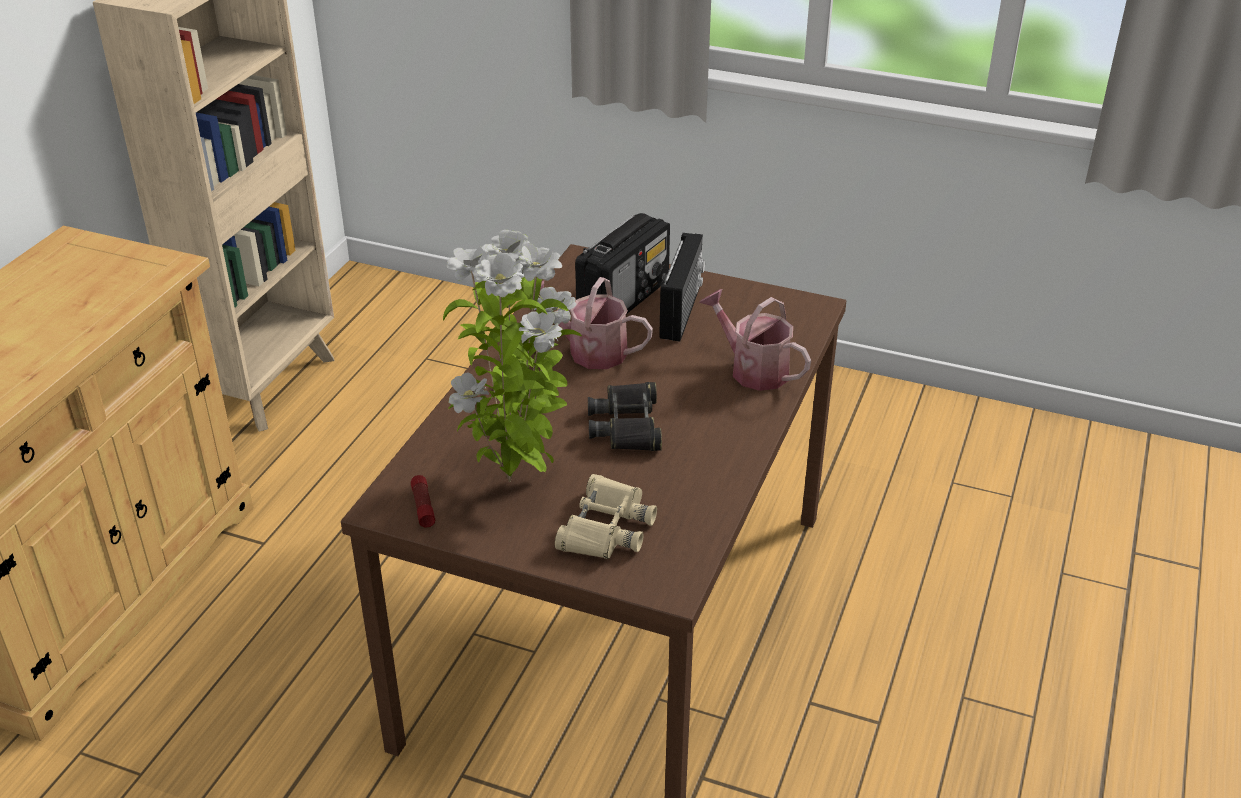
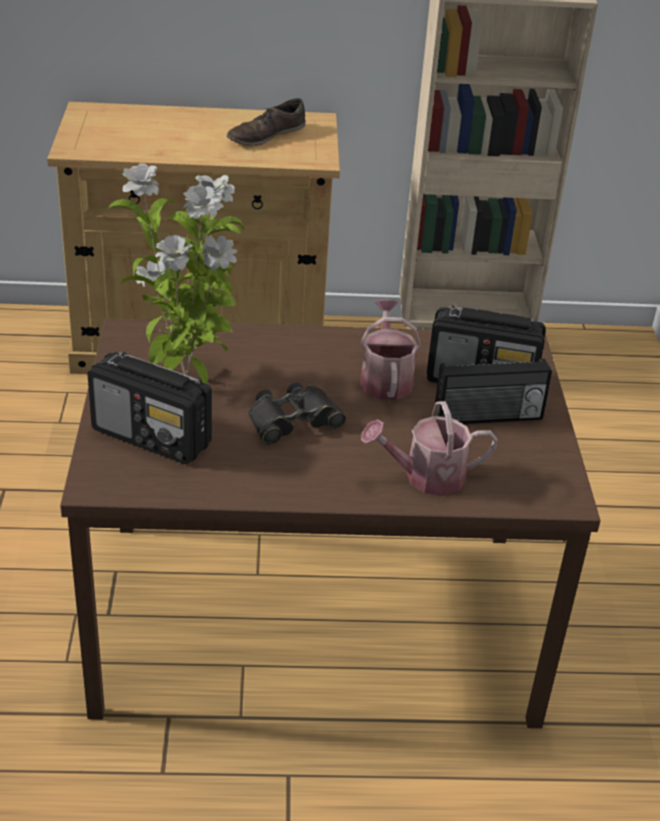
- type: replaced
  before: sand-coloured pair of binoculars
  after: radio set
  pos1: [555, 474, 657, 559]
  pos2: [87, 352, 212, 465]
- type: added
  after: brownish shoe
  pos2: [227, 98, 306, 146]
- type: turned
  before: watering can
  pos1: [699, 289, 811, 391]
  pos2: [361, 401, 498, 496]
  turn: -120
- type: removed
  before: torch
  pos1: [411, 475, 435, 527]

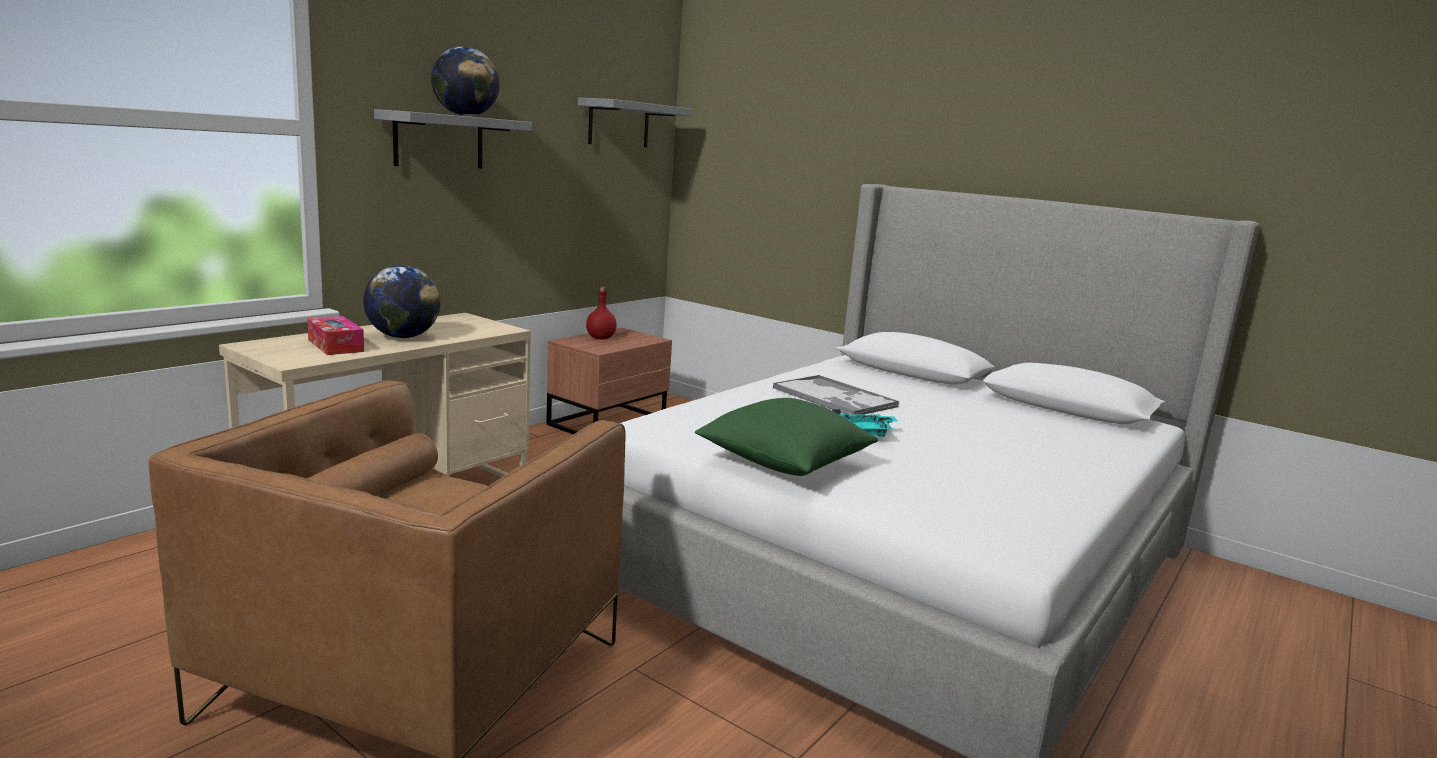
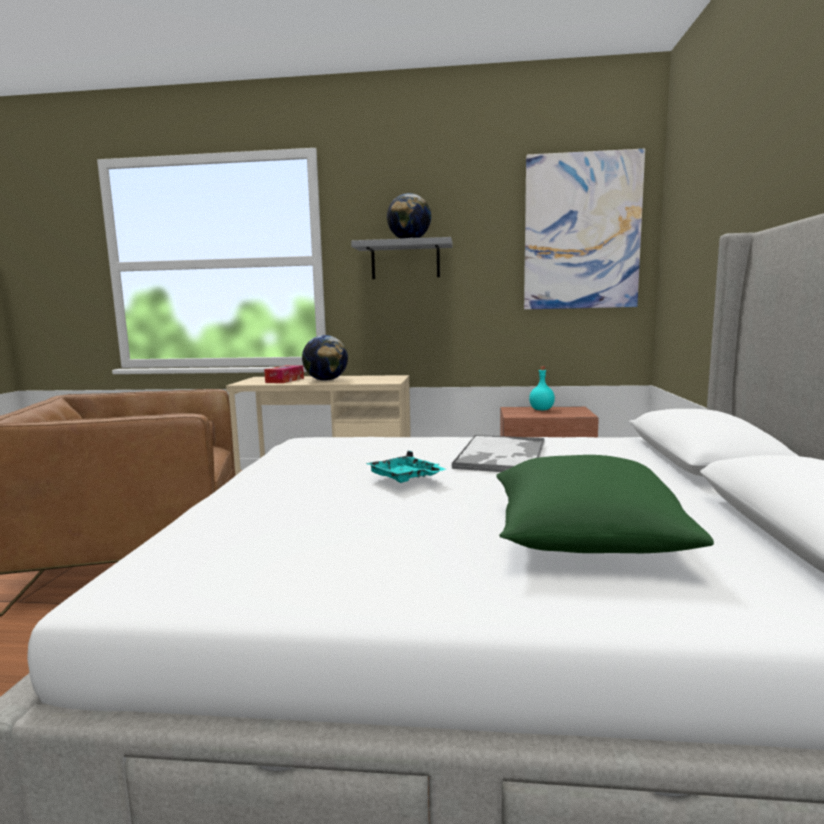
- type: moved
  before: green-coloured pillow
  pos1: [695, 398, 878, 476]
  pos2: [496, 455, 714, 553]
- type: replaced
  before: greyish shelf
  after: picture
  pos1: [578, 97, 692, 148]
  pos2: [524, 149, 645, 310]
- type: recoloured
  before: red-coloured beverage bottle
  after: turquoise beverage bottle
  pos1: [586, 287, 617, 339]
  pos2: [529, 367, 555, 410]

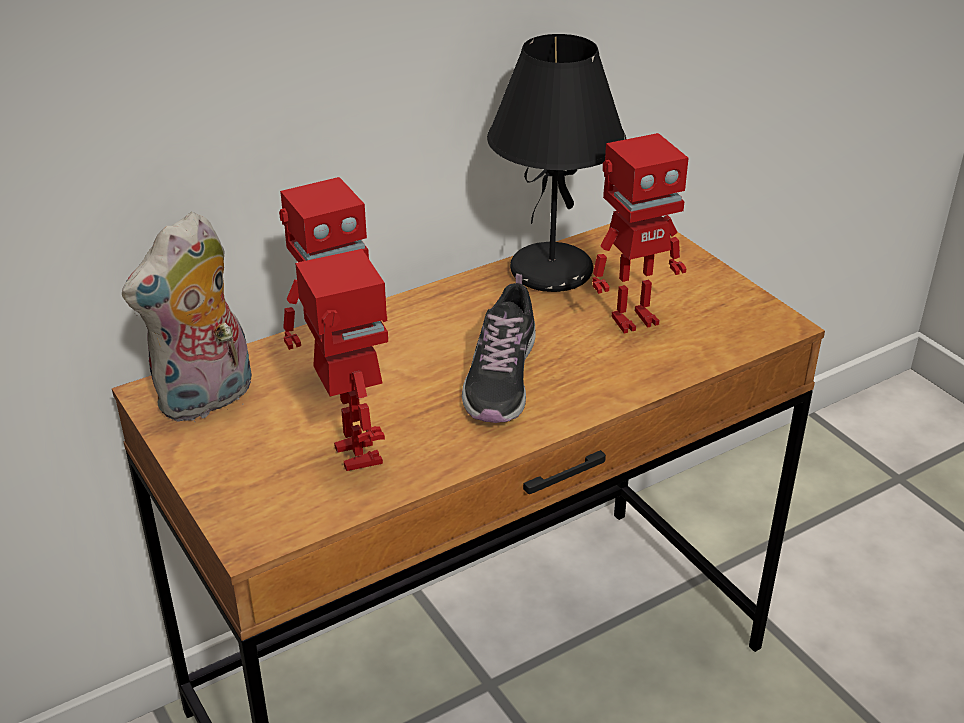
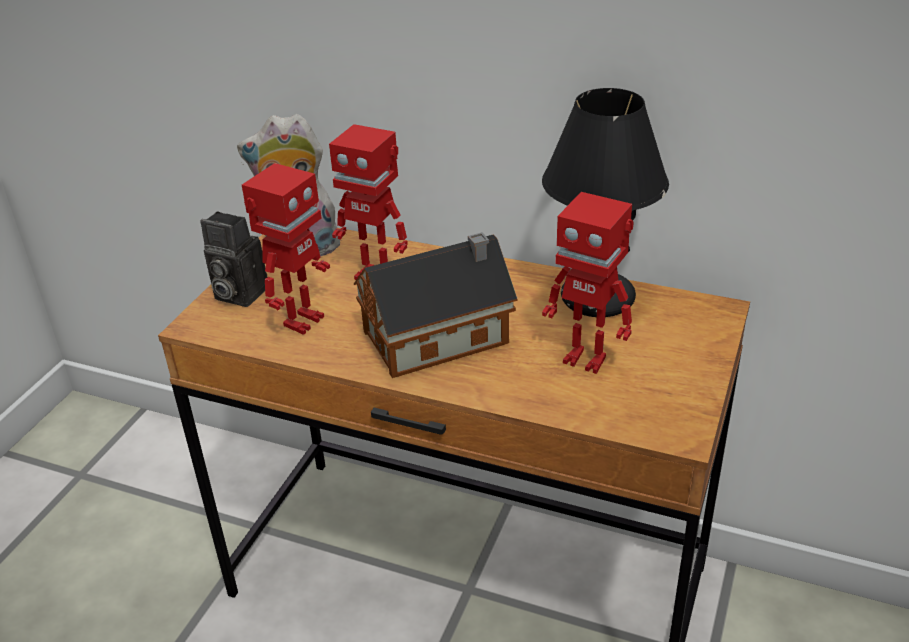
- type: added
  after: photo camera
  pos2: [200, 211, 267, 307]
- type: replaced
  before: shoe
  after: model house
  pos1: [462, 274, 536, 423]
  pos2: [354, 232, 518, 378]

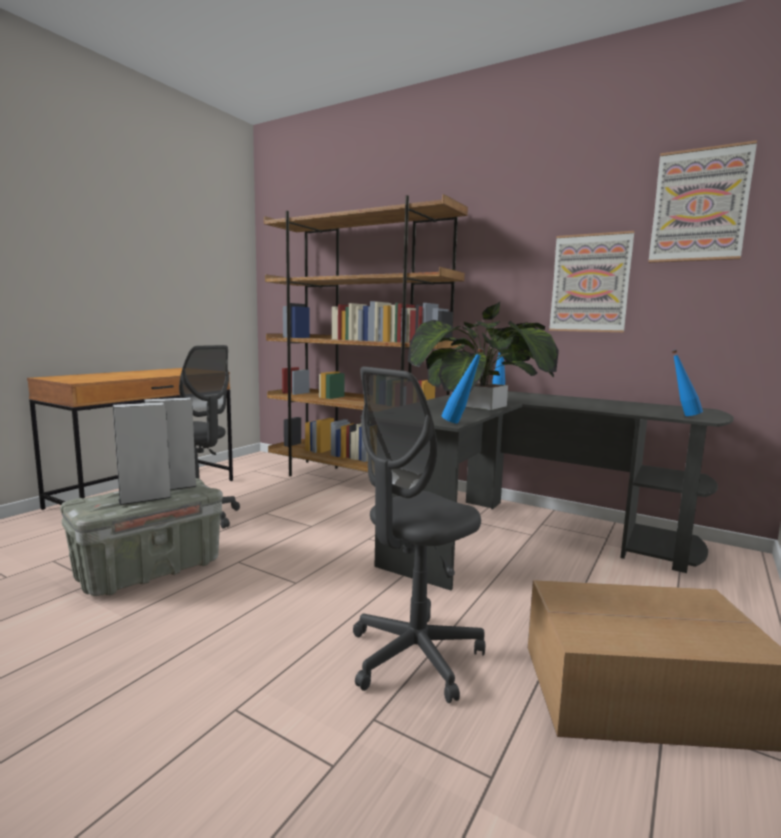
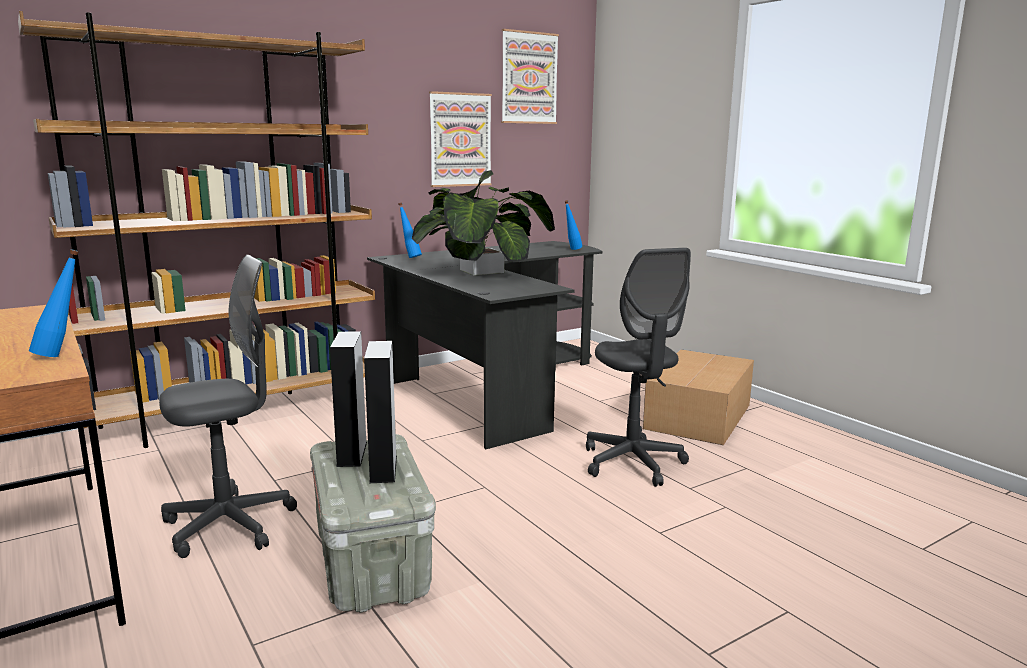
- type: moved
  before: bluish beverage bottle
  pos1: [442, 348, 484, 423]
  pos2: [29, 249, 79, 357]

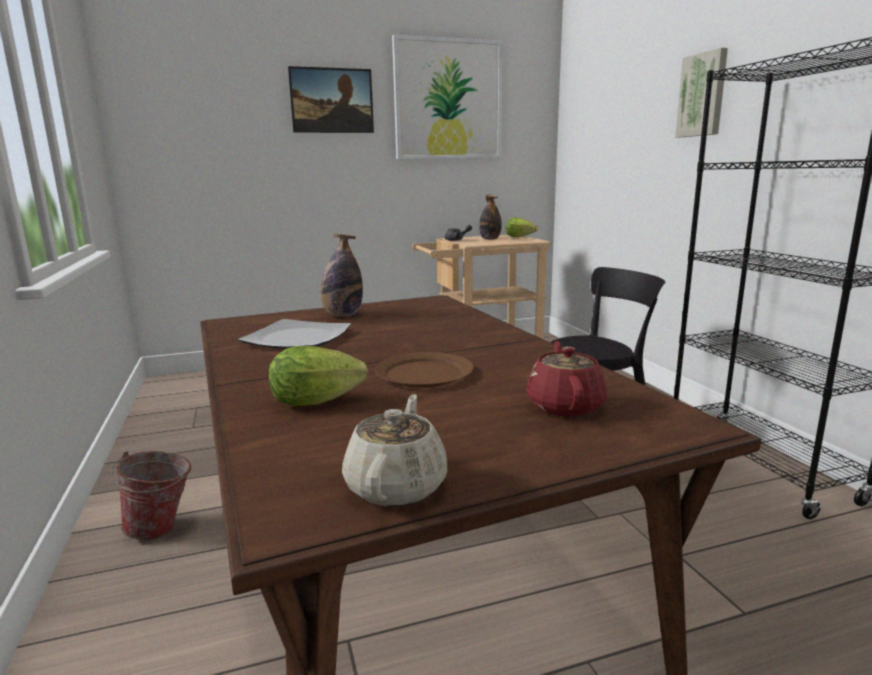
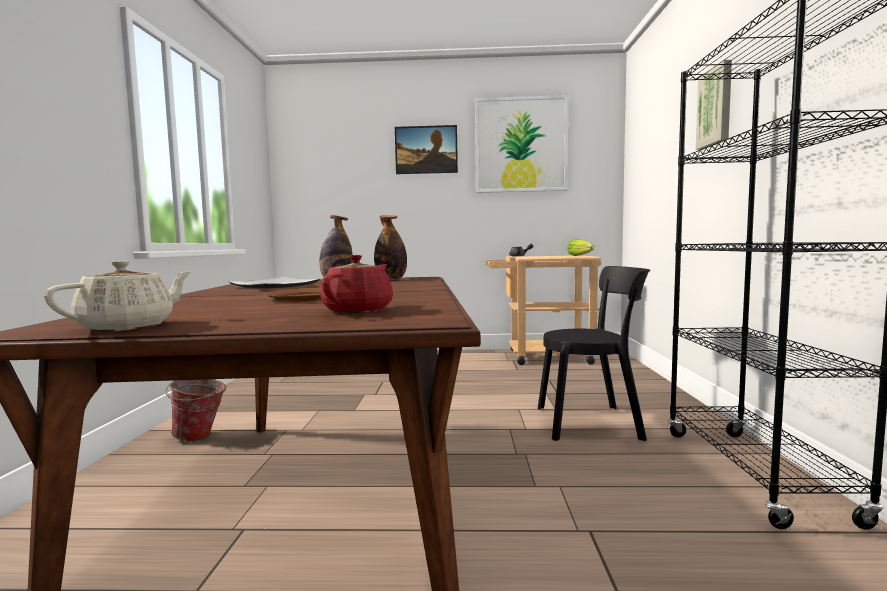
- type: moved
  before: beverage bottle
  pos1: [479, 195, 502, 240]
  pos2: [374, 215, 407, 280]
- type: removed
  before: head of lettuce
  pos1: [269, 346, 368, 406]

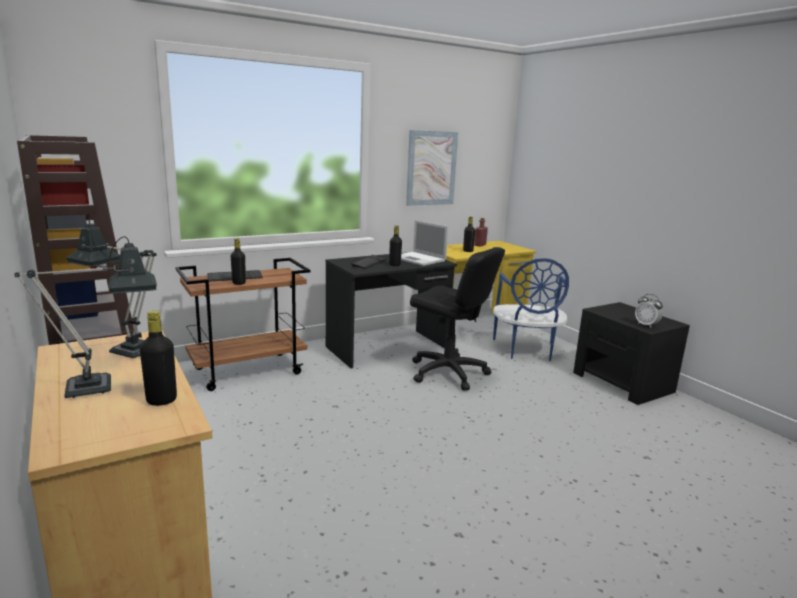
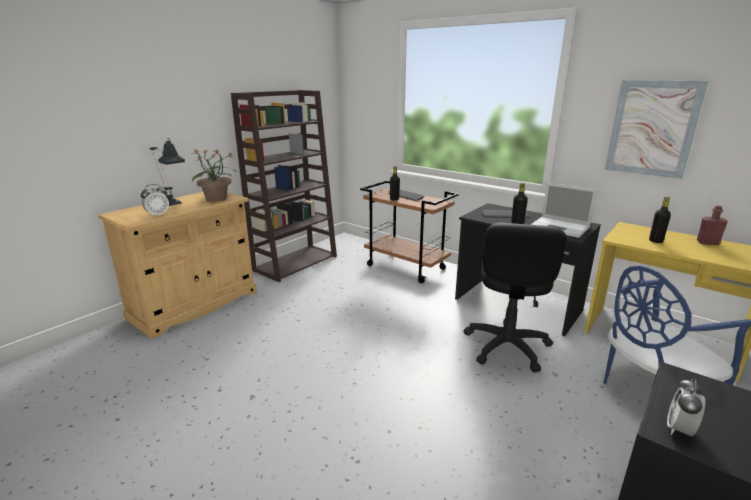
- type: replaced
  before: blackish beverage bottle
  after: alarm clock
  pos1: [140, 311, 177, 406]
  pos2: [141, 184, 169, 217]
- type: replaced
  before: tabletop lamp
  after: potted plant
  pos1: [66, 219, 157, 358]
  pos2: [192, 149, 236, 202]
- type: turned
  before: notebook computer
  pos1: [401, 220, 448, 266]
  pos2: [530, 182, 597, 238]
  turn: -75

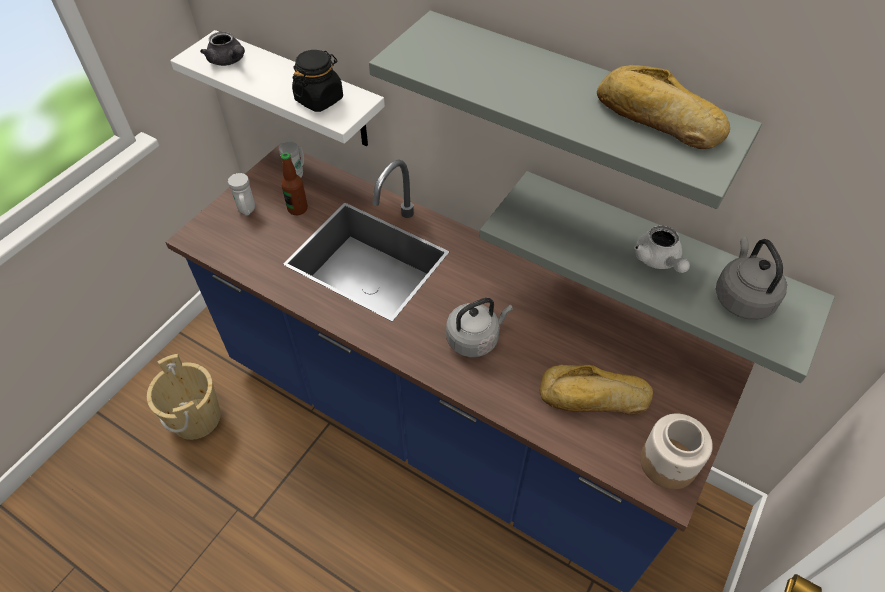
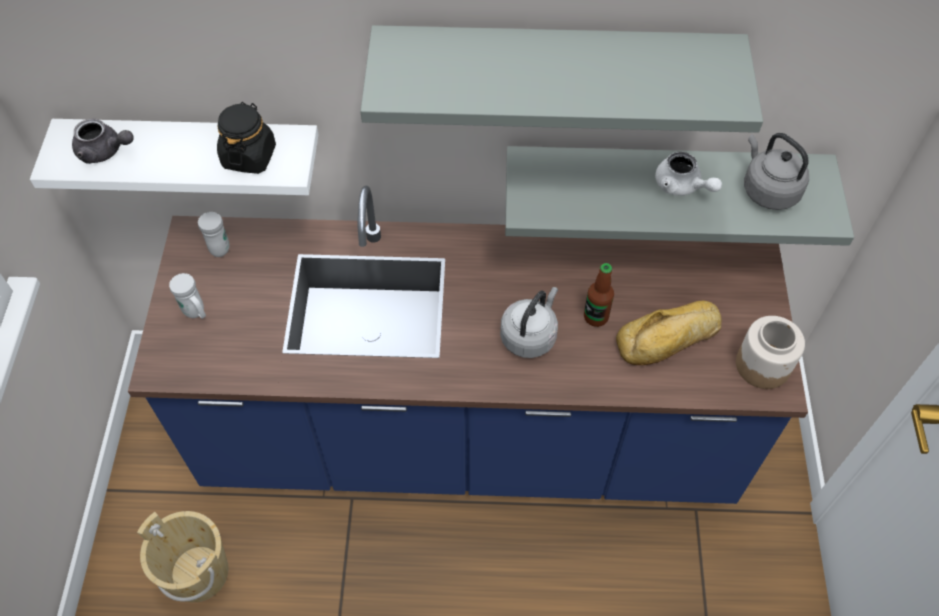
- type: moved
  before: beverage bottle
  pos1: [281, 152, 308, 215]
  pos2: [584, 263, 614, 327]
- type: removed
  before: bread
  pos1: [597, 65, 730, 149]

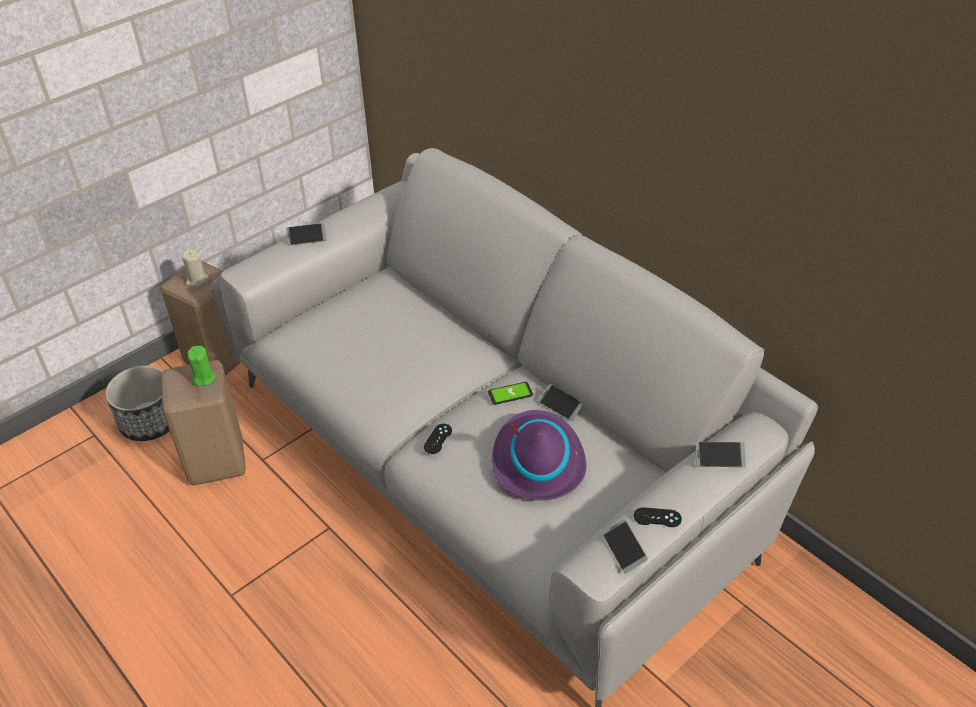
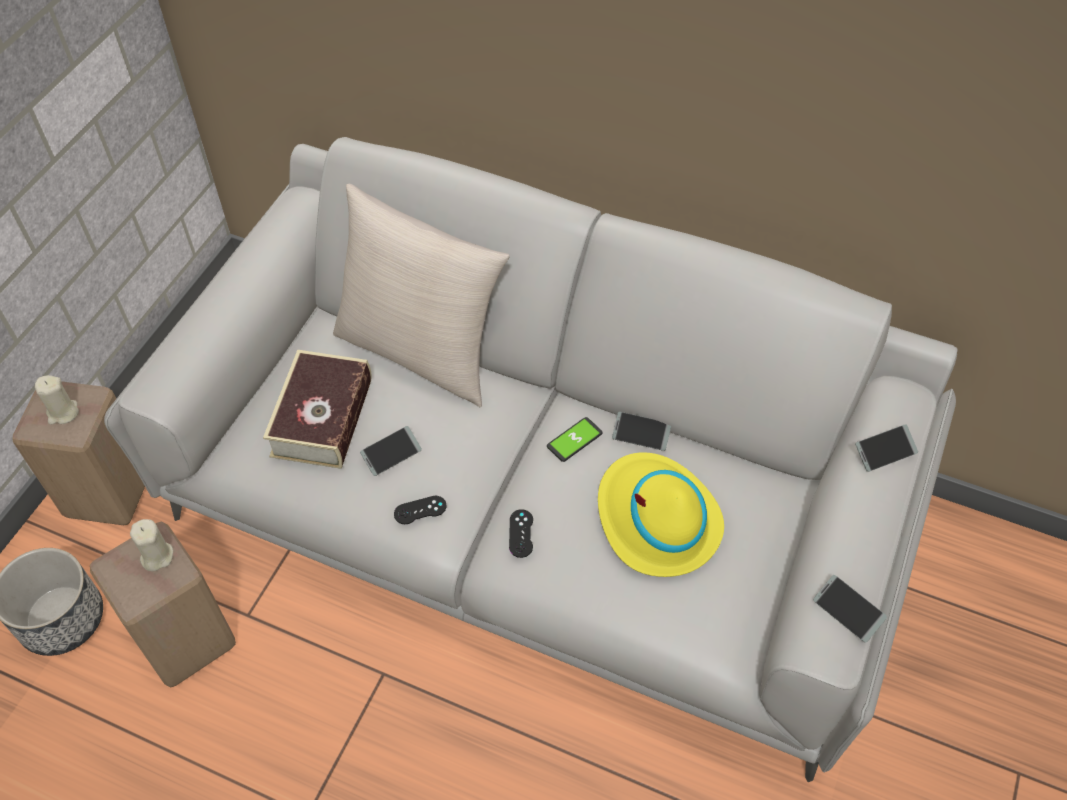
- type: recoloured
  before: green-coloured candle
  after: sand-coloured candle
  pos1: [187, 346, 216, 386]
  pos2: [130, 519, 173, 571]
- type: added
  after: bound book
  pos2: [263, 350, 371, 469]
- type: added
  after: sand-coloured pillow
  pos2: [333, 184, 510, 407]
- type: moved
  before: telephone
  pos1: [286, 223, 327, 245]
  pos2: [360, 426, 422, 476]
- type: moved
  before: blackish joypad
  pos1: [634, 507, 682, 527]
  pos2: [394, 496, 447, 524]
- type: recoloured
  before: purple-coloured clothing hat
  after: yellow clothing hat
  pos1: [492, 410, 586, 501]
  pos2: [598, 452, 724, 577]

